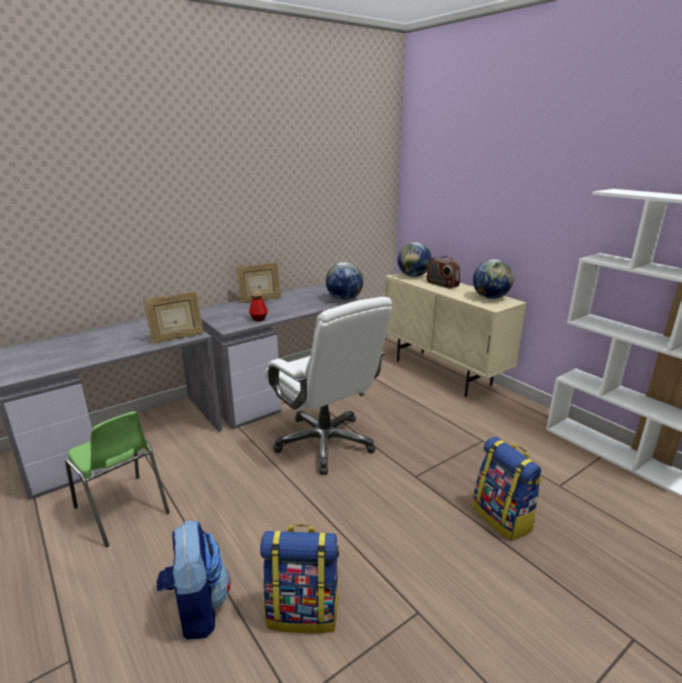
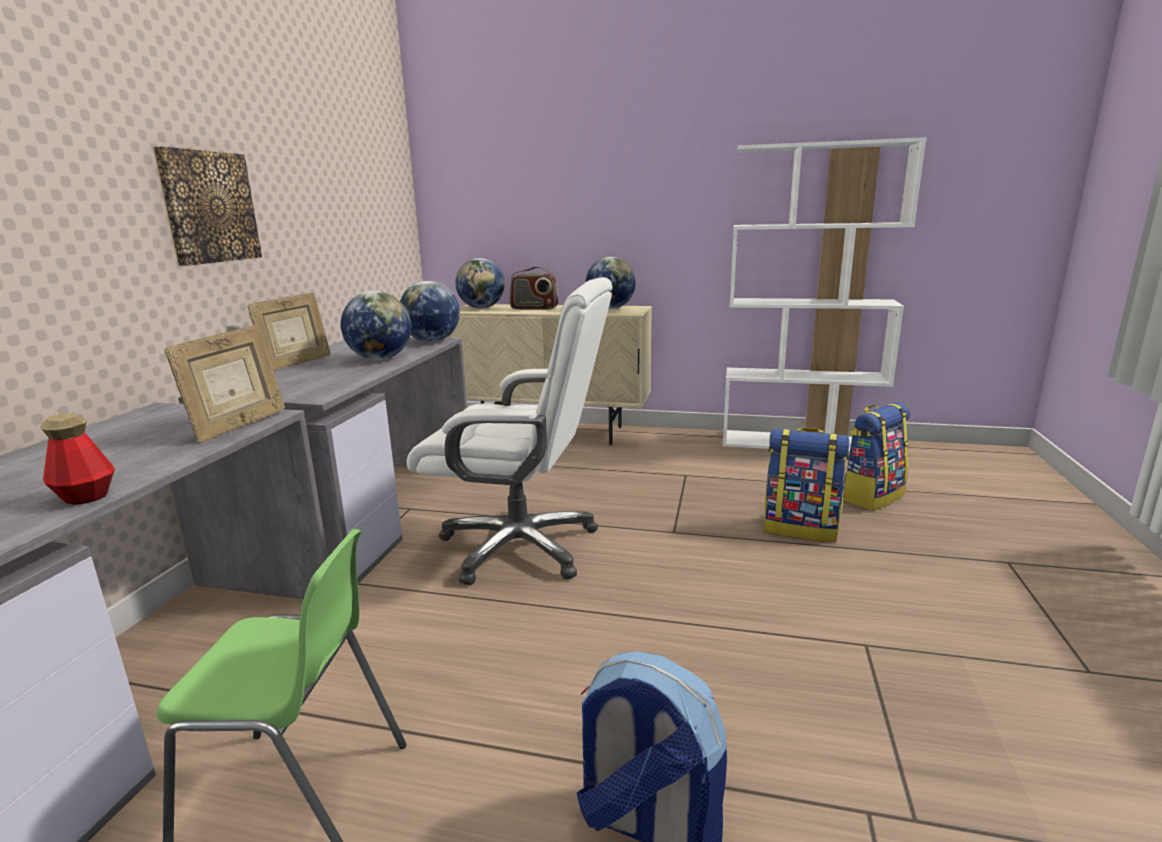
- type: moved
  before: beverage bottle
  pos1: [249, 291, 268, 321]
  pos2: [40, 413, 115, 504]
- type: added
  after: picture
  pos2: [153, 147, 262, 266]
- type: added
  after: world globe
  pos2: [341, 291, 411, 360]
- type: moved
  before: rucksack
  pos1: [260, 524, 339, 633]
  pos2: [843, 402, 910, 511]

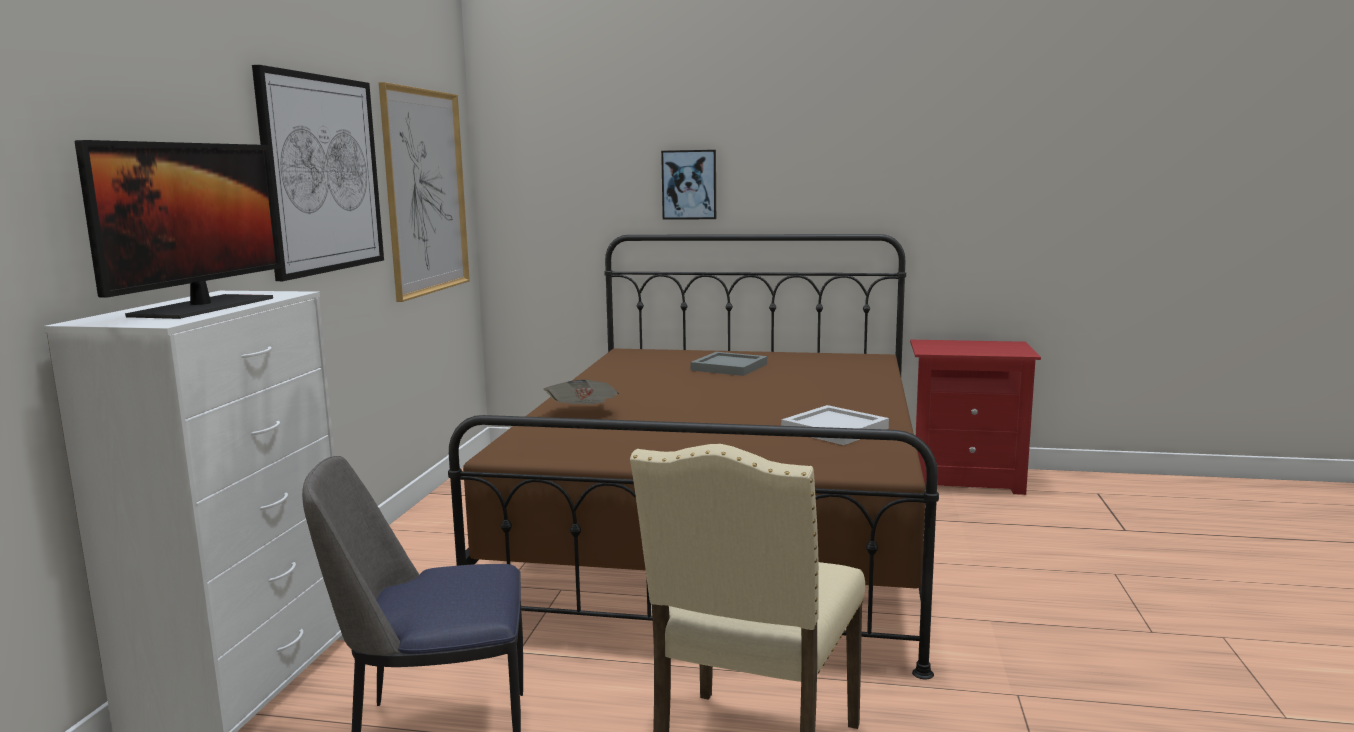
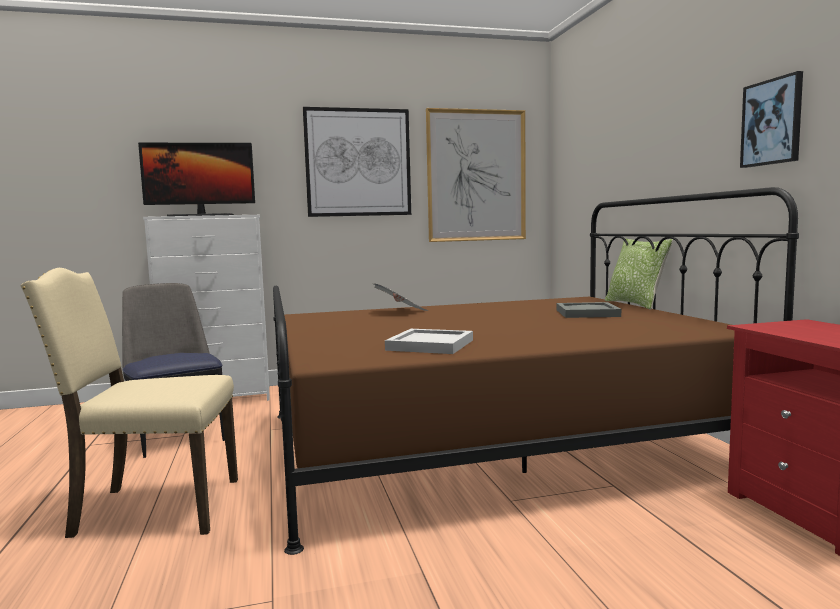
- type: added
  after: pillow
  pos2: [605, 239, 673, 309]
- type: moved
  before: picture
  pos1: [661, 150, 716, 220]
  pos2: [740, 71, 803, 168]

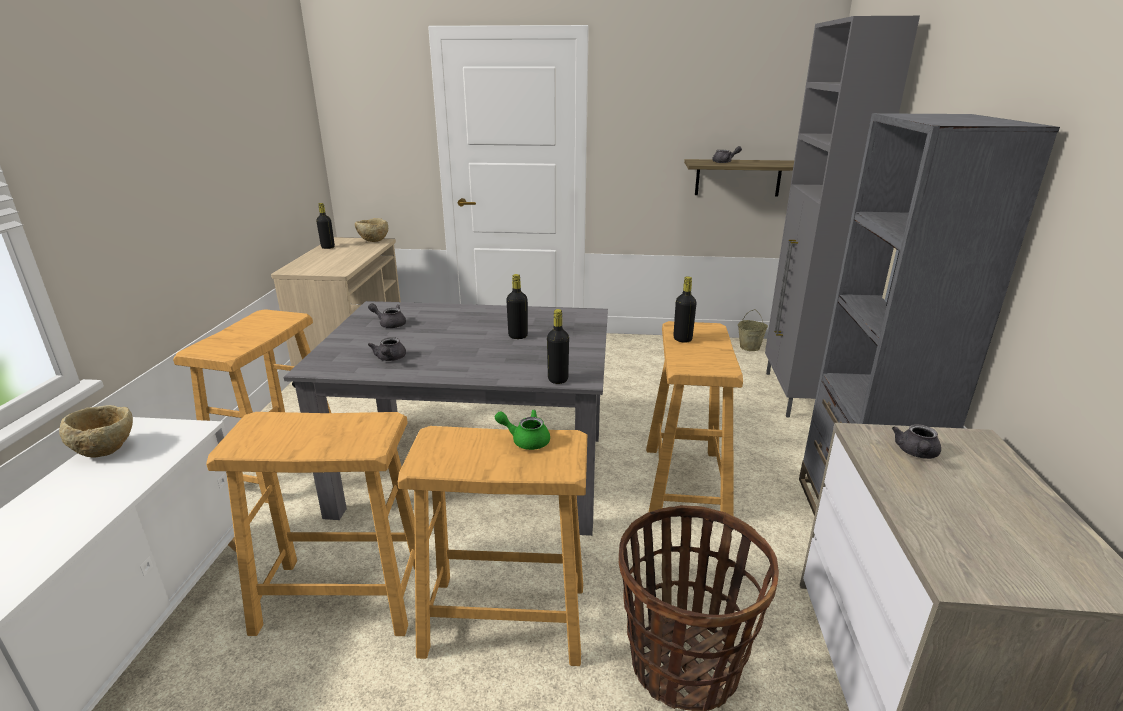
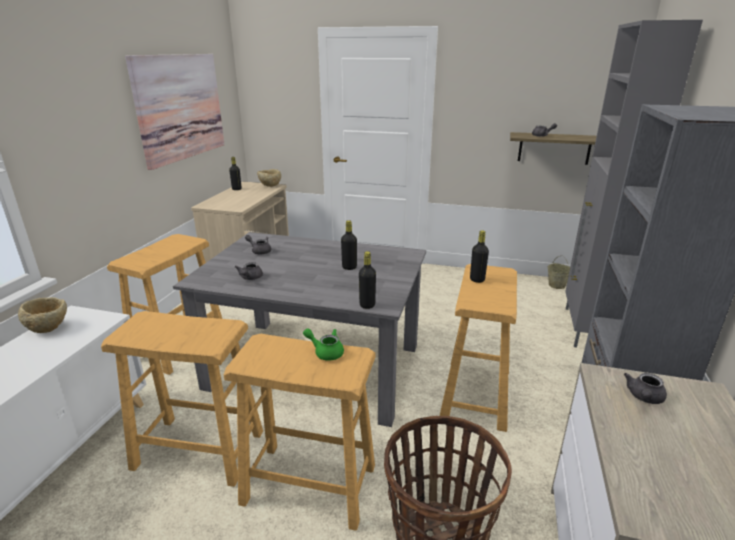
- type: added
  after: picture
  pos2: [125, 54, 225, 170]

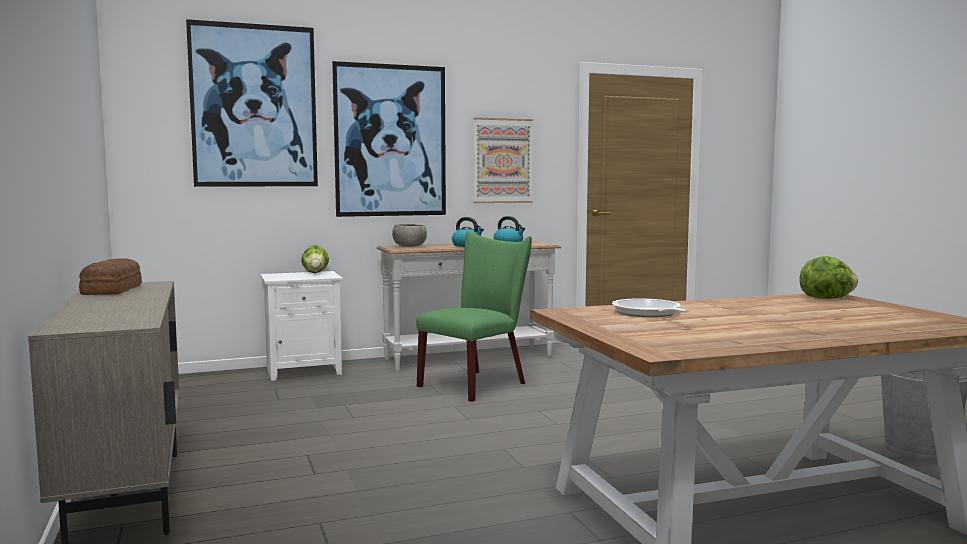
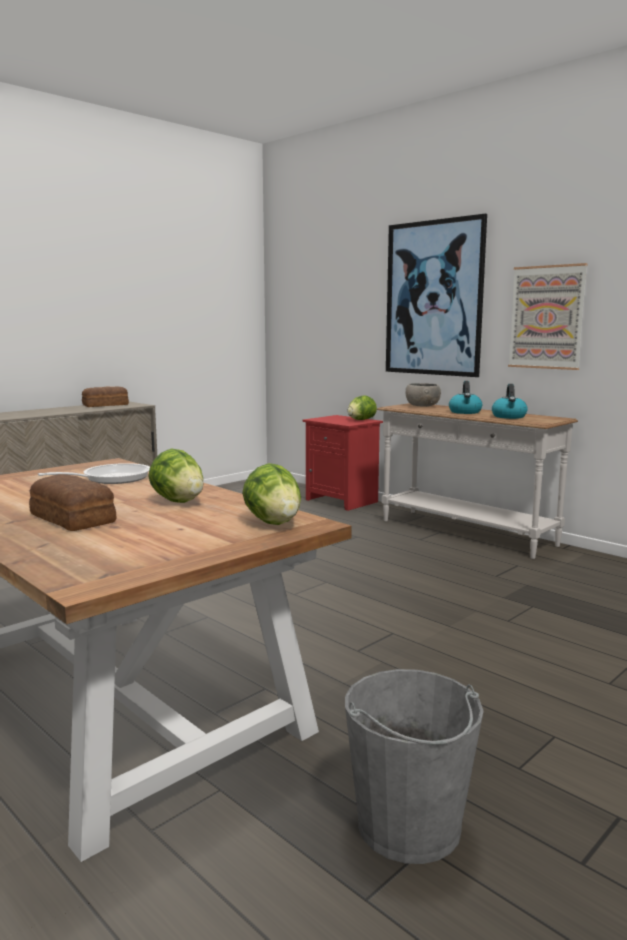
- type: added
  after: bread
  pos2: [29, 474, 116, 531]
- type: added
  after: head of lettuce
  pos2: [148, 448, 204, 503]
- type: recoloured
  before: white-coloured bedside table
  after: red-coloured bedside table
  pos1: [261, 271, 343, 381]
  pos2: [303, 415, 383, 511]
- type: removed
  before: picture
  pos1: [186, 19, 318, 187]
- type: removed
  before: green-coloured chair
  pos1: [416, 232, 532, 402]

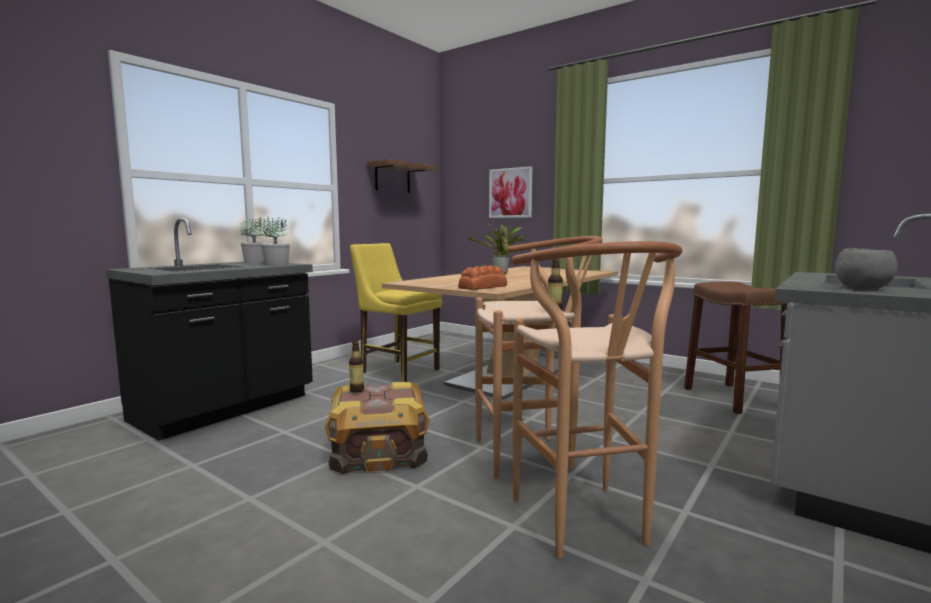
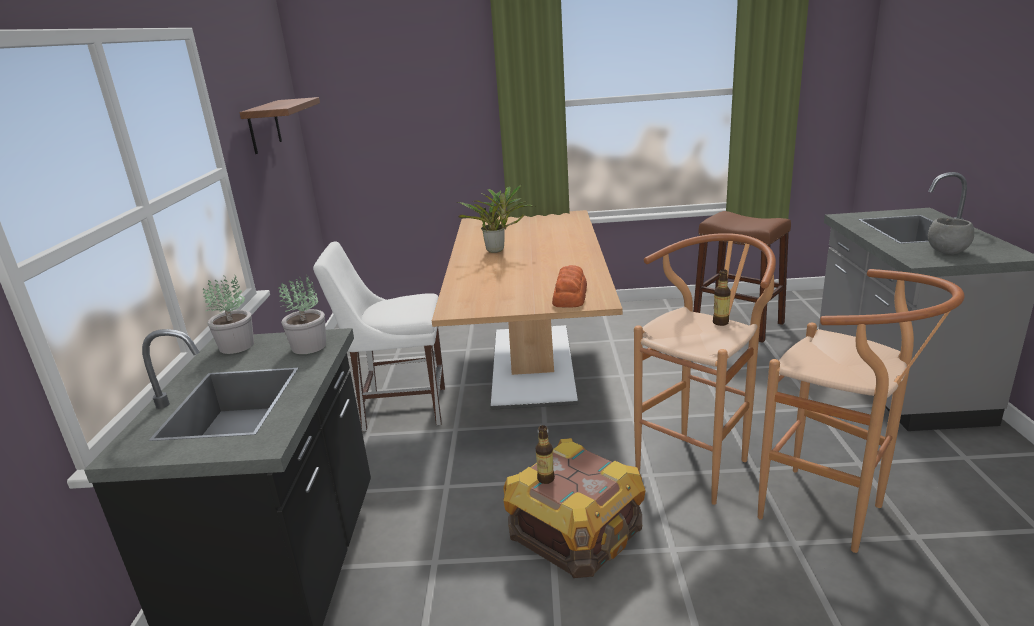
- type: recoloured
  before: yellow chair
  after: white-coloured chair
  pos1: [350, 243, 442, 382]
  pos2: [313, 242, 445, 432]
- type: removed
  before: picture
  pos1: [489, 166, 532, 218]

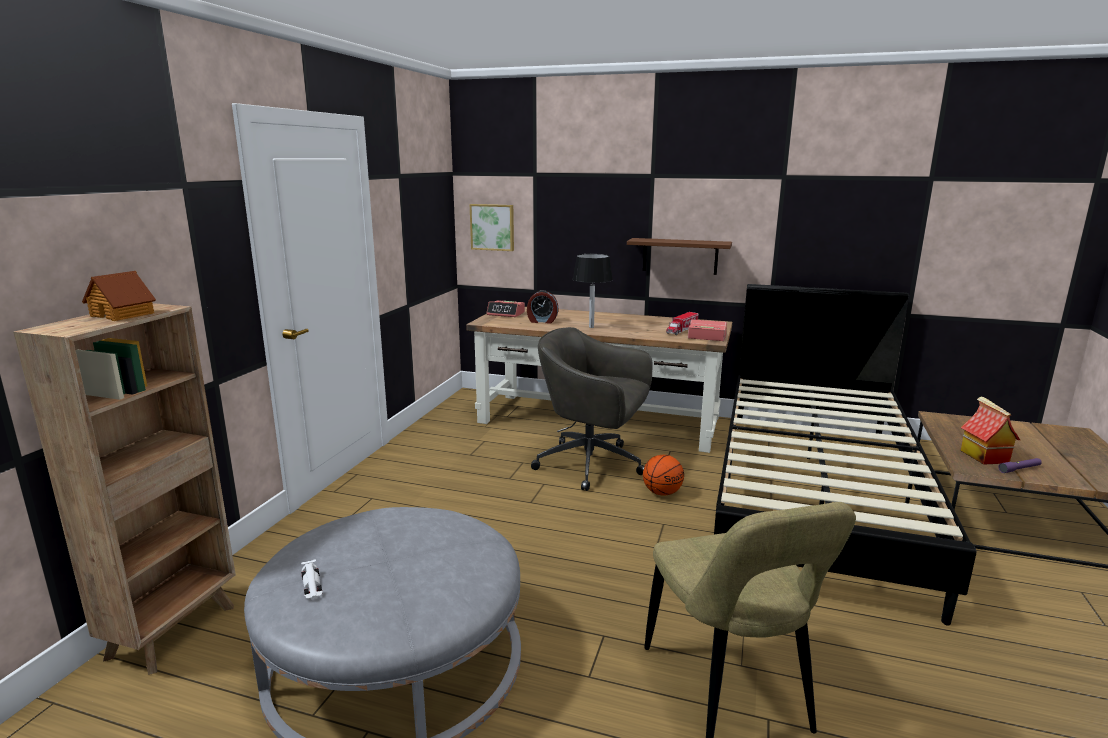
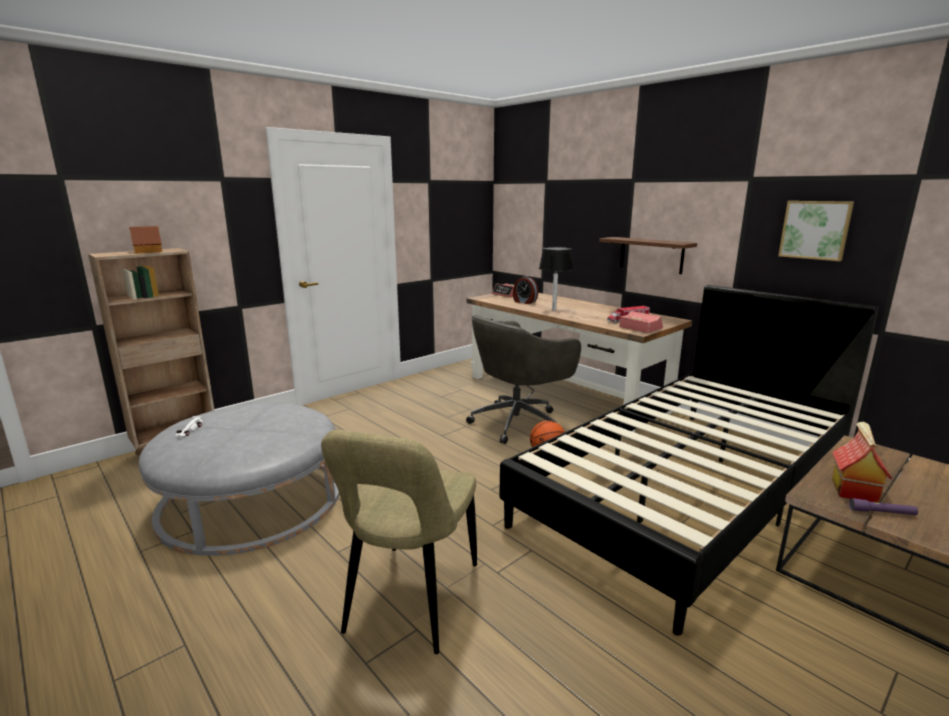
- type: turned
  before: greyish computer chair
  pos1: [531, 327, 653, 491]
  pos2: [466, 315, 581, 444]
  turn: -90
- type: moved
  before: picture
  pos1: [470, 204, 514, 251]
  pos2: [778, 201, 854, 261]

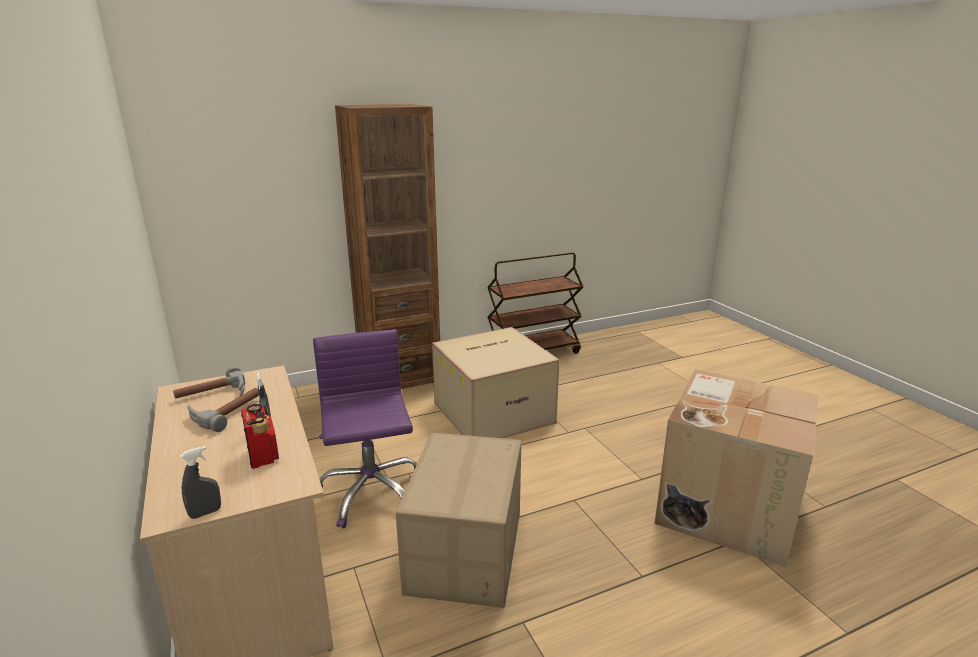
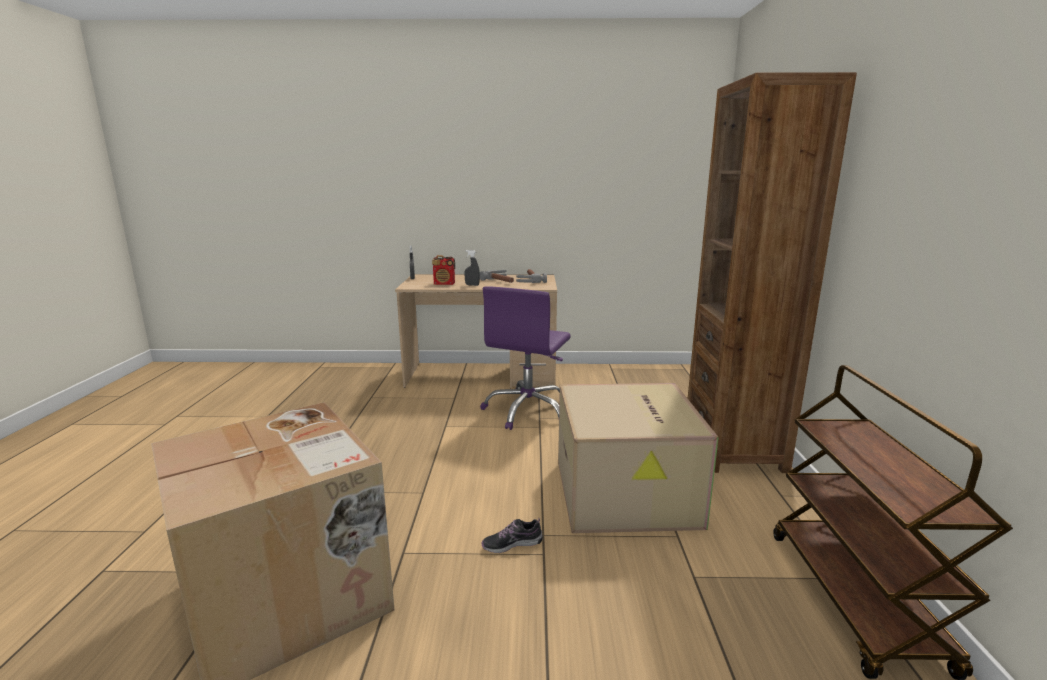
- type: turned
  before: purple-coloured computer chair
  pos1: [313, 329, 417, 528]
  pos2: [480, 286, 571, 430]
  turn: 105
- type: added
  after: shoe
  pos2: [481, 518, 543, 553]
- type: removed
  before: cardboard box
  pos1: [396, 432, 521, 608]

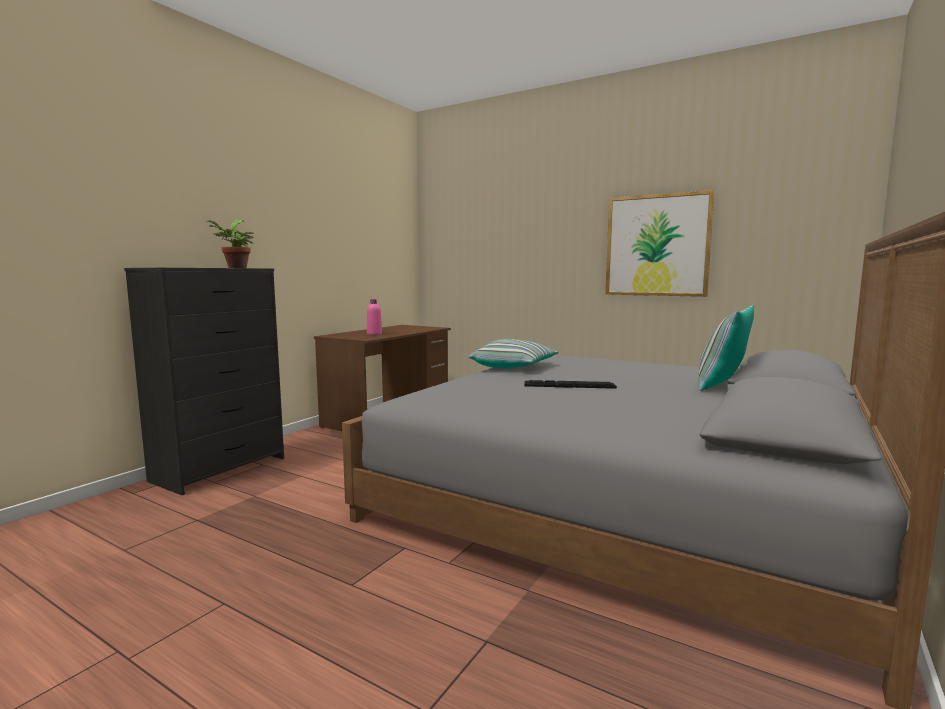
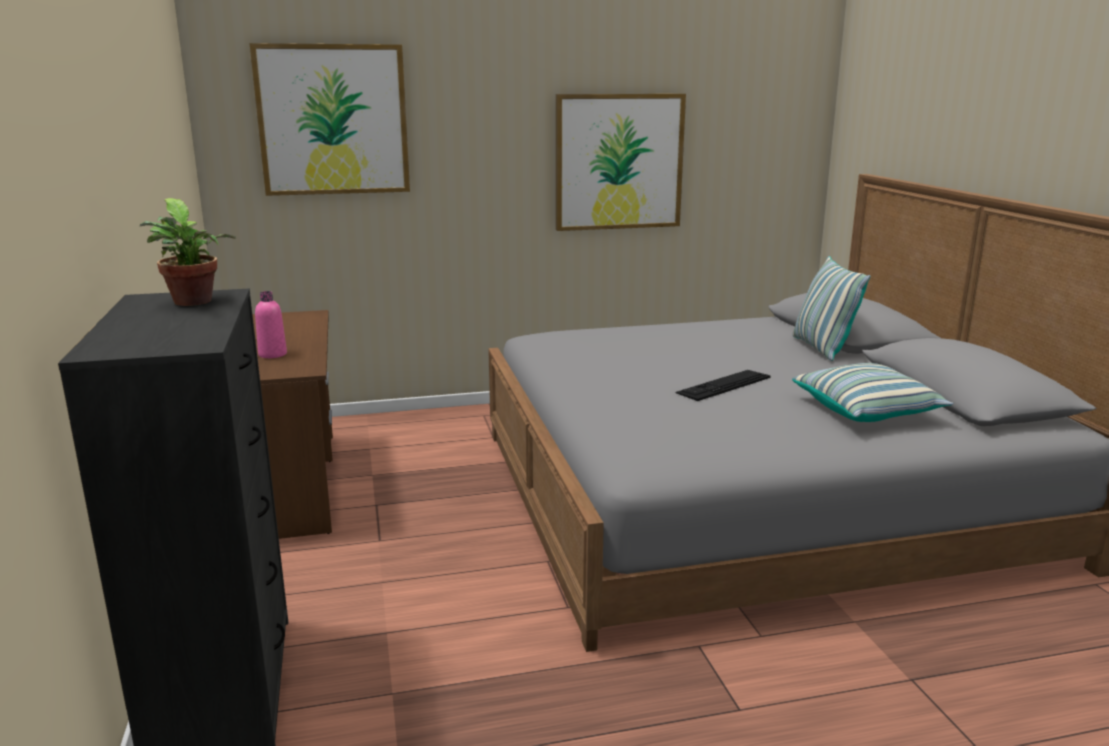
- type: added
  after: picture
  pos2: [249, 43, 410, 196]
- type: moved
  before: pillow
  pos1: [468, 339, 559, 369]
  pos2: [792, 363, 954, 422]

